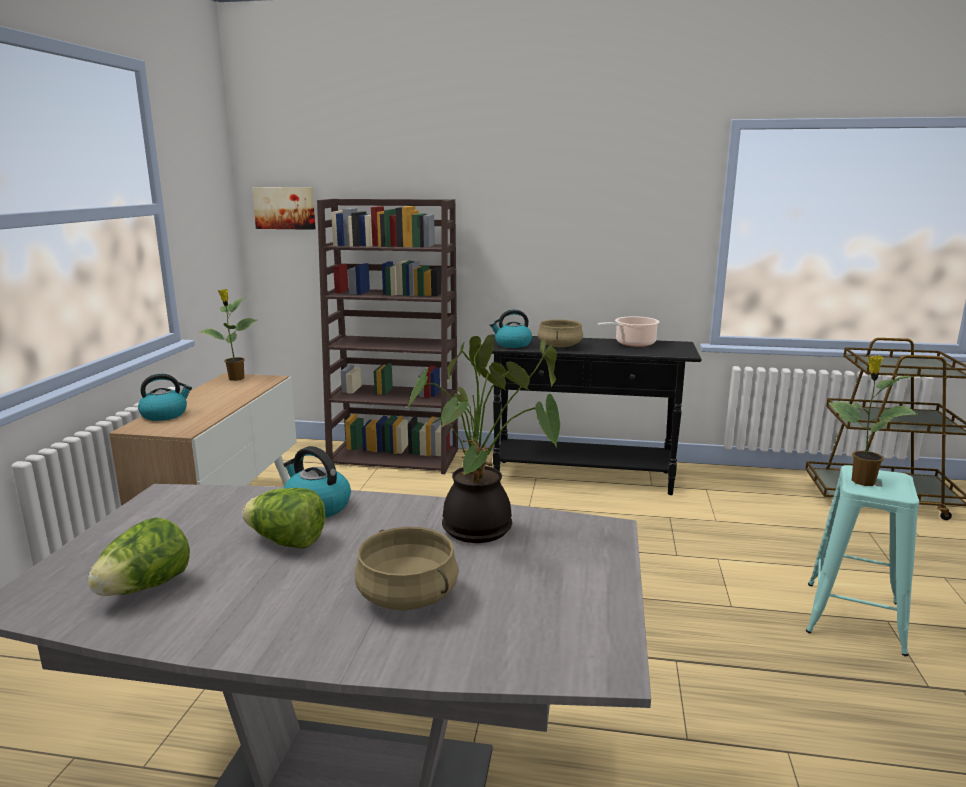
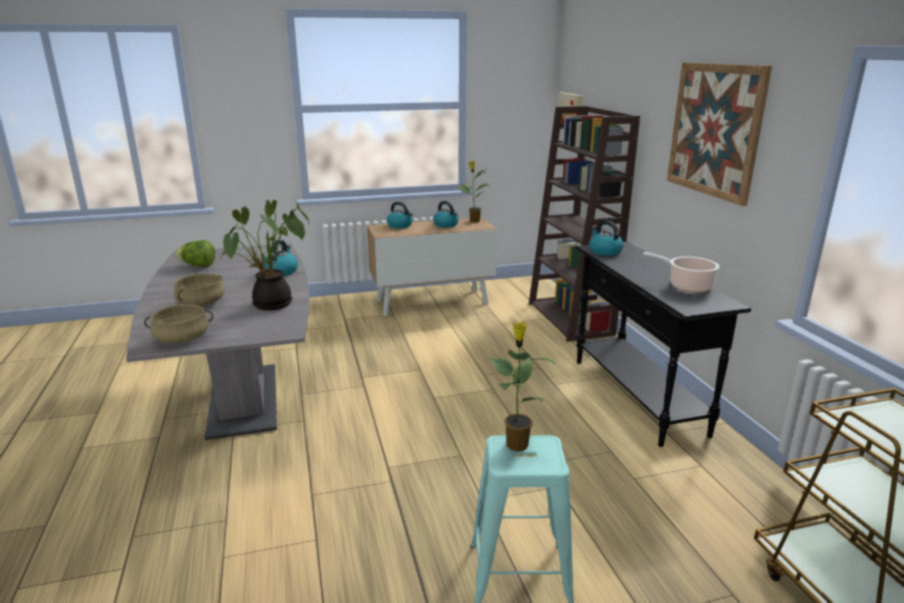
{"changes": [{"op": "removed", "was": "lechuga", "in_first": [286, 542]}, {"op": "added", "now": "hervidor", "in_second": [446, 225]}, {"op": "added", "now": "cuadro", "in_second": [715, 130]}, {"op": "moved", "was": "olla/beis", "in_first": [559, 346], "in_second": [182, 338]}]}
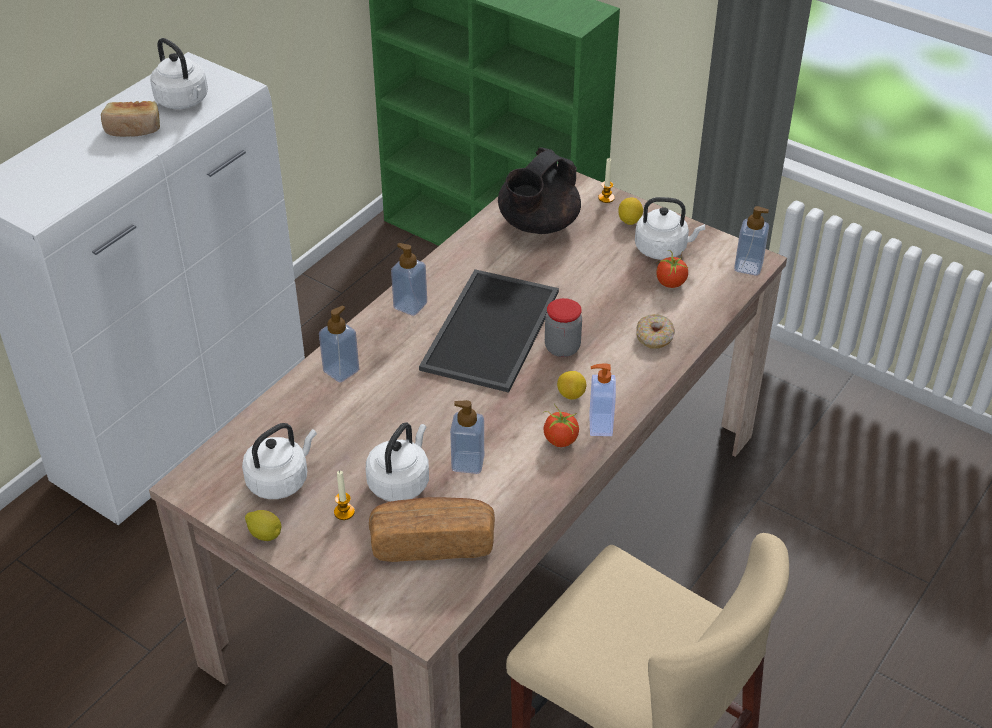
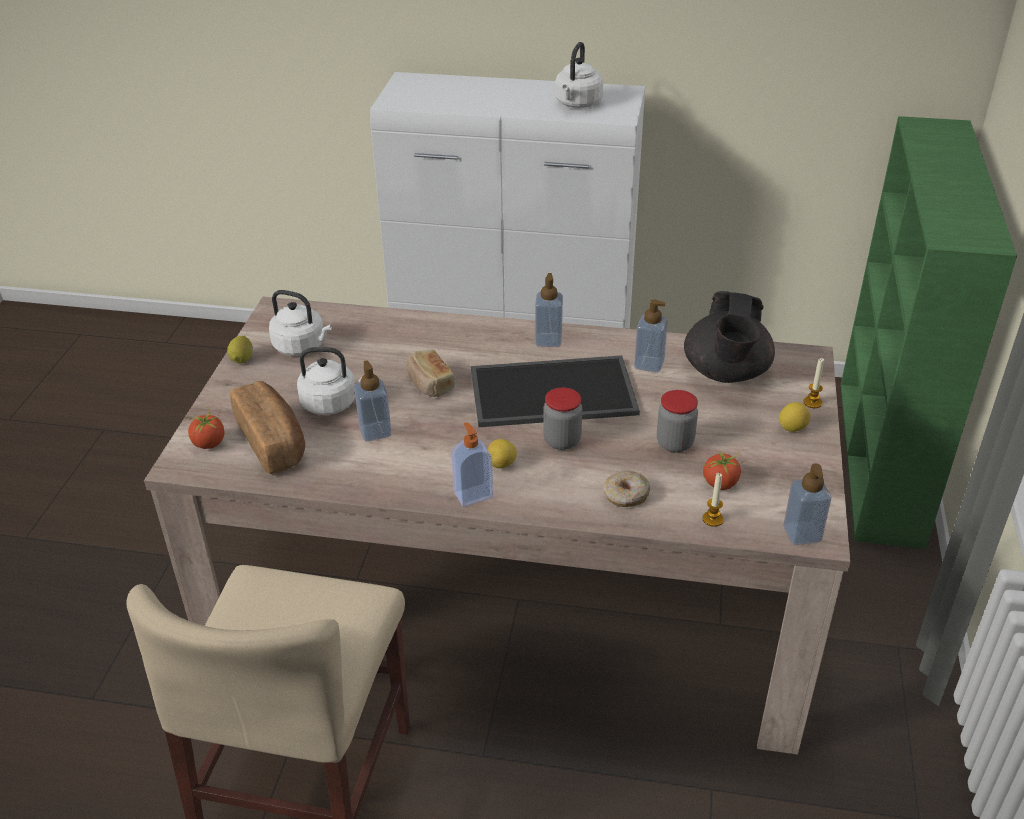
{"changes": [{"op": "removed", "was": "hervidor/blanco", "in_first": [663, 249]}, {"op": "added", "now": "tarro", "in_second": [674, 443]}, {"op": "moved", "was": "pan", "in_first": [133, 129], "in_second": [429, 383]}, {"op": "moved", "was": "dispensador de jabón", "in_first": [341, 371], "in_second": [649, 364]}, {"op": "moved", "was": "vela", "in_first": [344, 512], "in_second": [712, 519]}, {"op": "moved", "was": "tomate", "in_first": [560, 440], "in_second": [209, 443]}, {"op": "turned", "was": "tetera/negro", "in_first": [537, 224], "in_second": [726, 373], "clockwise": -90}]}
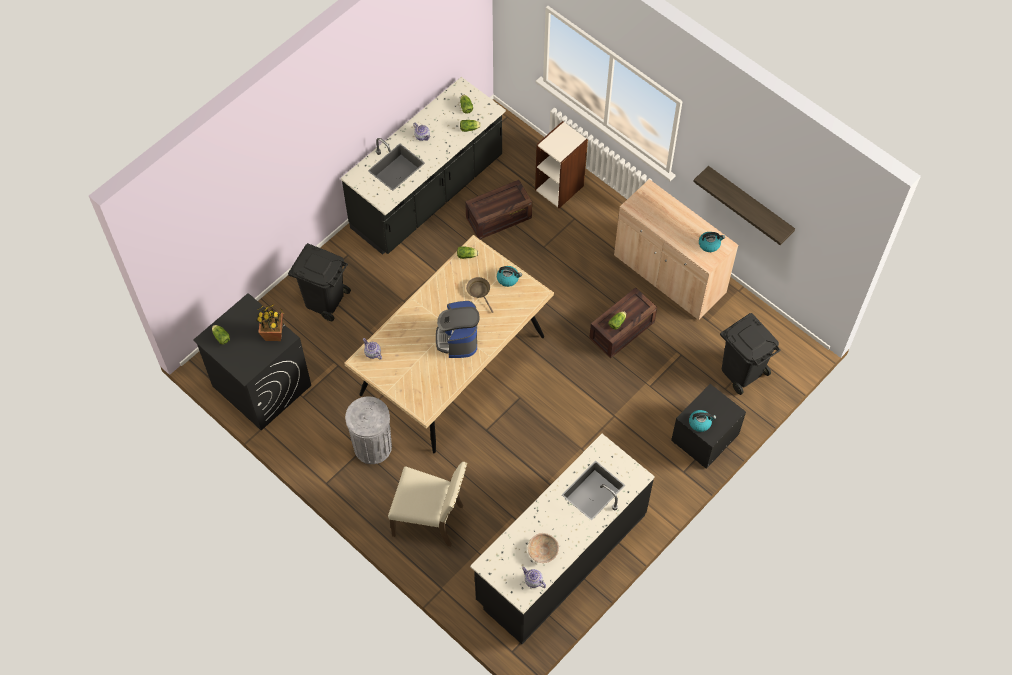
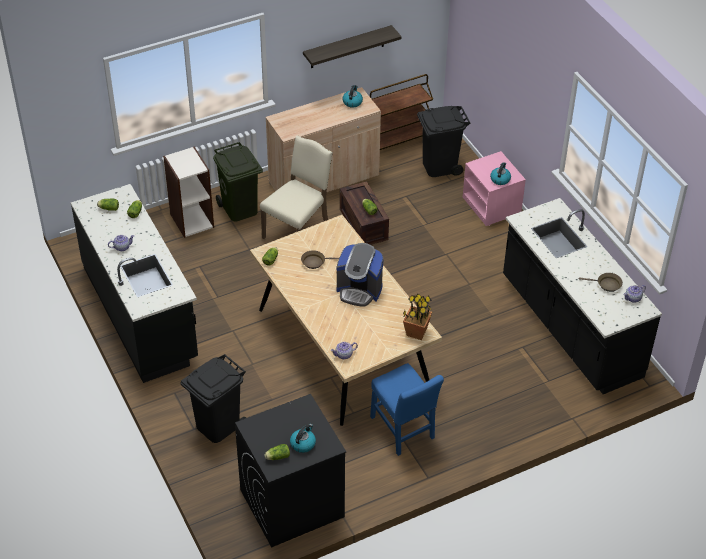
{"changes": [{"op": "removed", "was": "caja de embalaje", "in_first": [498, 219]}, {"op": "added", "now": "papelera/verde", "in_second": [239, 209]}, {"op": "added", "now": "carrito/marrón", "in_second": [396, 140]}, {"op": "moved", "was": "planta en maceta", "in_first": [273, 334], "in_second": [416, 332]}, {"op": "moved", "was": "silla/beis", "in_first": [430, 519], "in_second": [298, 231]}, {"op": "moved", "was": "hervidor", "in_first": [508, 278], "in_second": [303, 443]}, {"op": "replaced", "was": "papelera/gris", "now": "silla/azul", "in_first": [372, 447], "in_second": [403, 430]}, {"op": "replaced", "was": "cuenco/beis", "now": "sartén/marrón", "in_first": [542, 551], "in_second": [606, 284]}, {"op": "recoloured", "was": "mesita de noche/negro", "now": "mesita de noche/rosa", "in_first": [705, 438], "in_second": [492, 206]}]}
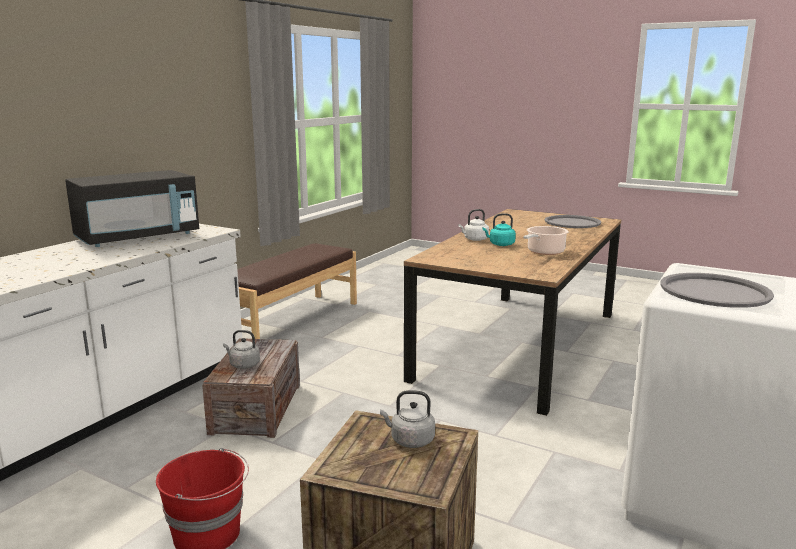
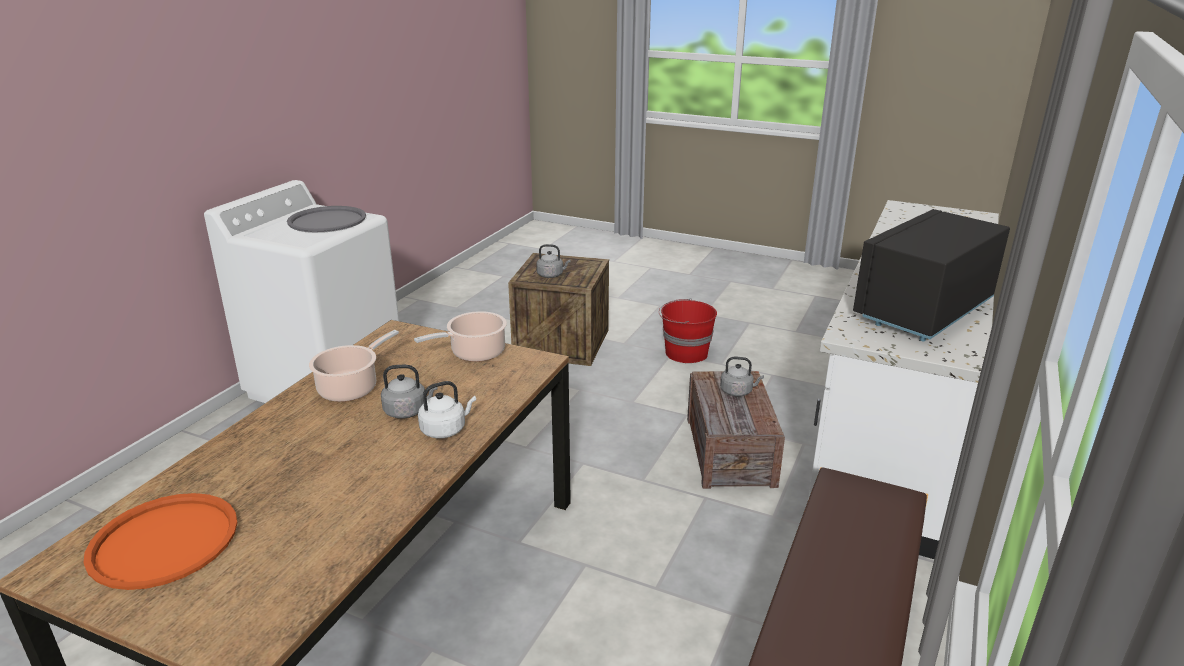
{"changes": [{"op": "added", "now": "olla", "in_second": [474, 353]}, {"op": "recoloured", "was": "hervidor/turquesa", "now": "hervidor/gris", "in_first": [500, 244], "in_second": [408, 411]}, {"op": "recoloured", "was": "bandeja/gris", "now": "bandeja/naranja", "in_first": [572, 223], "in_second": [164, 541]}]}
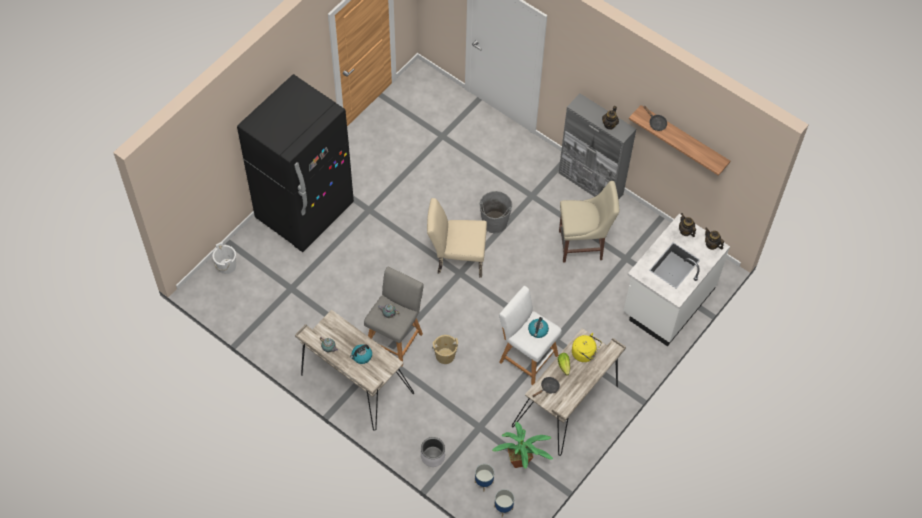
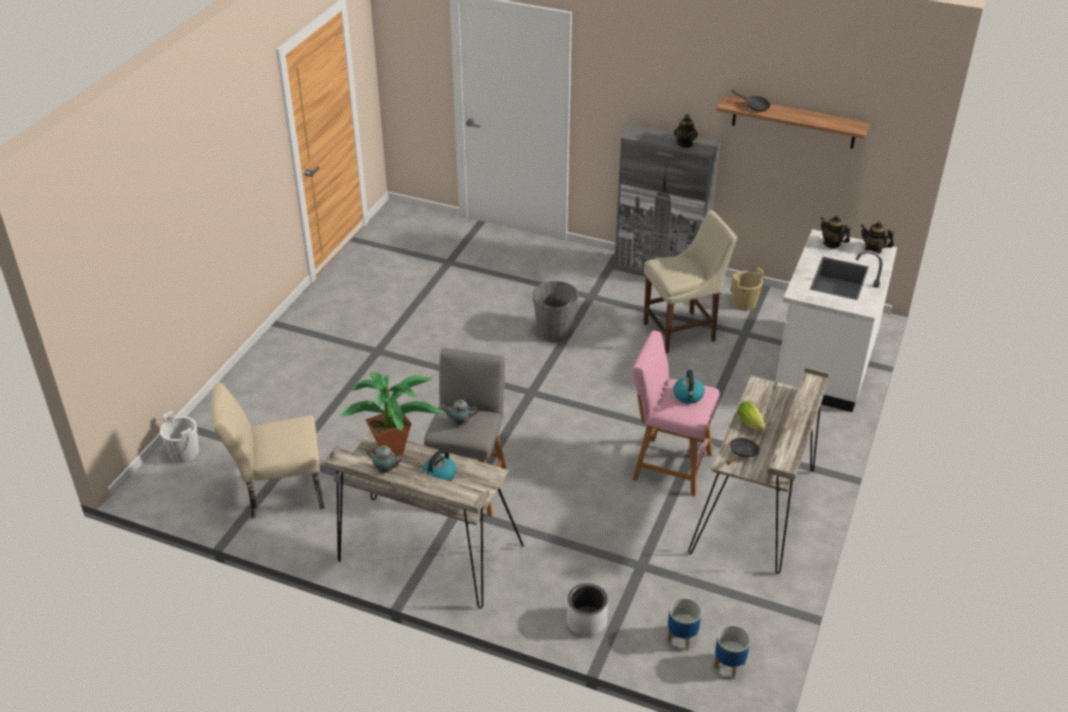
{"changes": [{"op": "removed", "was": "nevera/negro", "in_first": [305, 211]}, {"op": "removed", "was": "hervidor/amarillo", "in_first": [585, 353]}, {"op": "moved", "was": "silla/beis", "in_first": [456, 258], "in_second": [278, 492]}, {"op": "moved", "was": "cubo/beis", "in_first": [445, 355], "in_second": [744, 303]}, {"op": "moved", "was": "planta en maceta", "in_first": [522, 463], "in_second": [397, 451]}, {"op": "recoloured", "was": "taburete/blanco", "now": "taburete/rosa", "in_first": [526, 357], "in_second": [668, 465]}]}
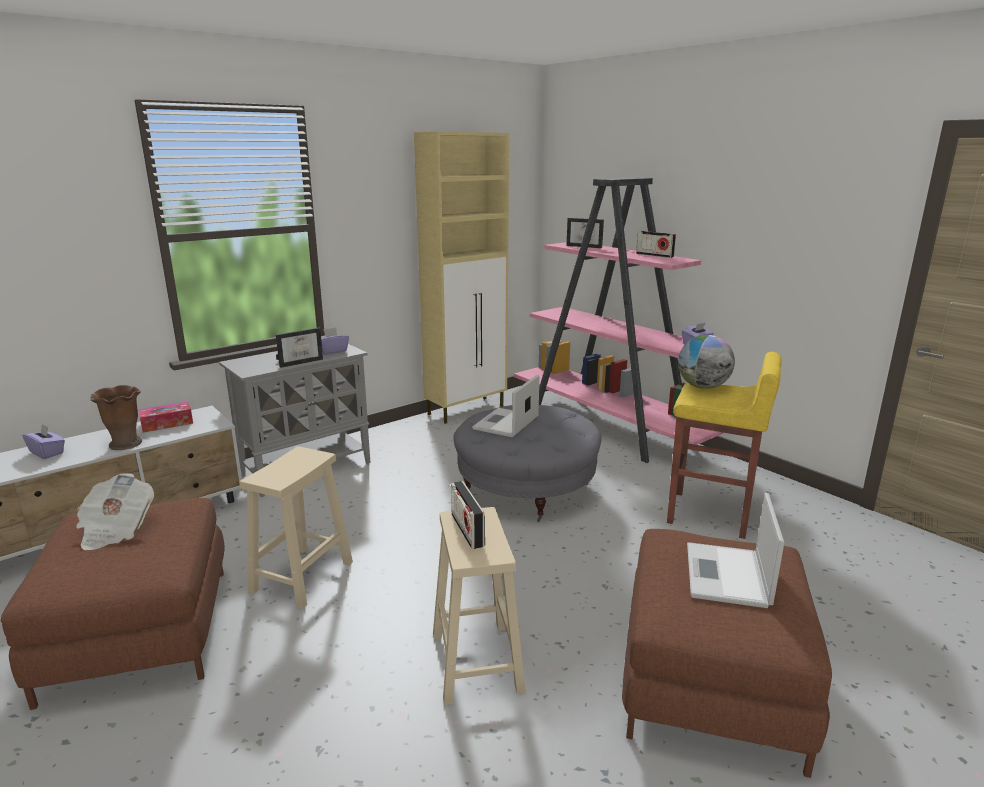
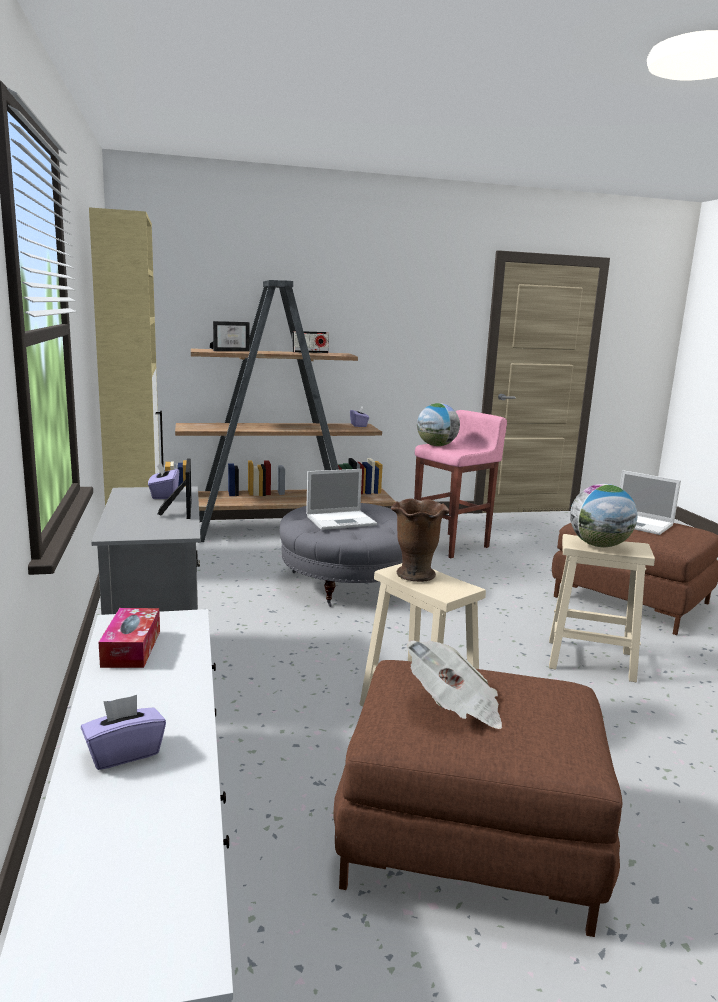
{"changes": [{"op": "moved", "was": "florero/marrón", "in_first": [126, 444], "in_second": [415, 574]}, {"op": "replaced", "was": "radio", "now": "globo terráqueo", "in_first": [467, 530], "in_second": [599, 545]}, {"op": "recoloured", "was": "estantería/rosa", "now": "estantería/marrón", "in_first": [610, 428], "in_second": [277, 529]}, {"op": "recoloured", "was": "taburete/amarillo", "now": "taburete/rosa", "in_first": [710, 515], "in_second": [452, 545]}, {"op": "turned", "was": "portátil", "in_first": [505, 424], "in_second": [342, 520], "clockwise": -75}]}
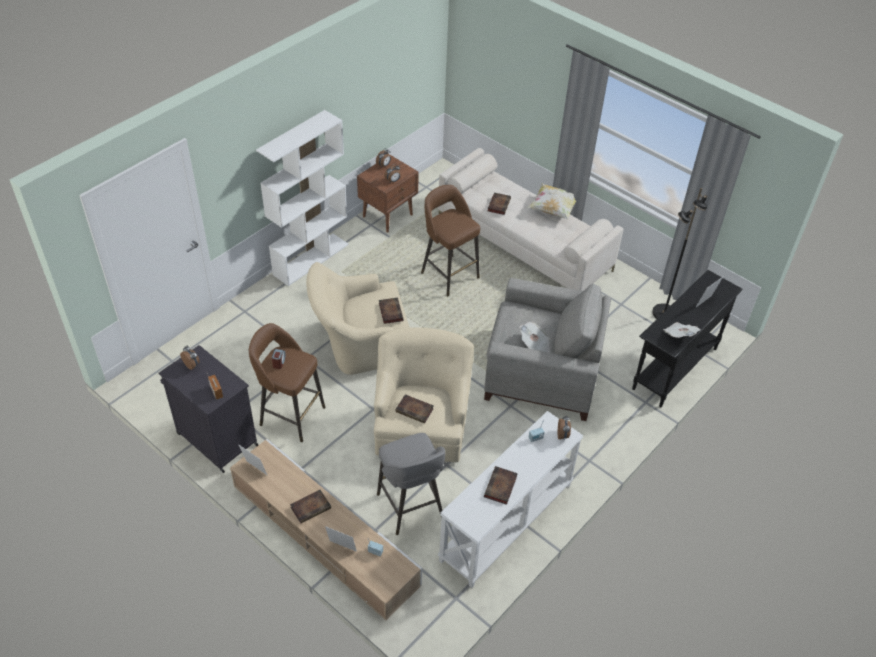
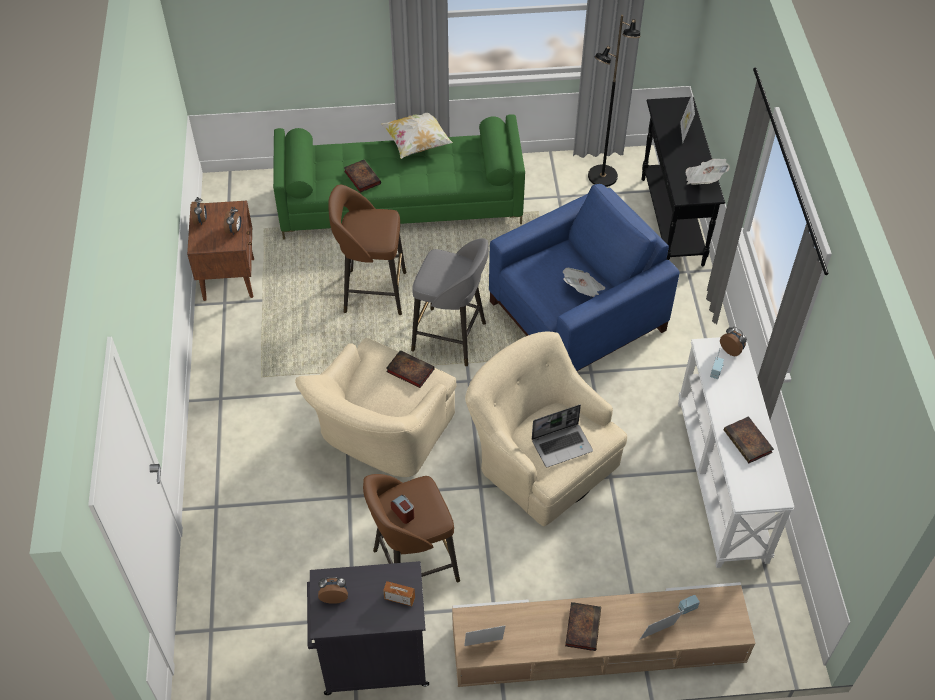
{"changes": [{"op": "removed", "was": "estantería/blanco", "in_first": [311, 259]}, {"op": "moved", "was": "taburete/gris", "in_first": [411, 507], "in_second": [451, 338]}, {"op": "replaced", "was": "libro", "now": "portátil", "in_first": [415, 410], "in_second": [562, 445]}, {"op": "recoloured", "was": "sofá/beis", "now": "sofá/verde", "in_first": [524, 243], "in_second": [401, 203]}, {"op": "recoloured", "was": "sillón/gris", "now": "sillón/azul", "in_first": [541, 372], "in_second": [575, 317]}]}
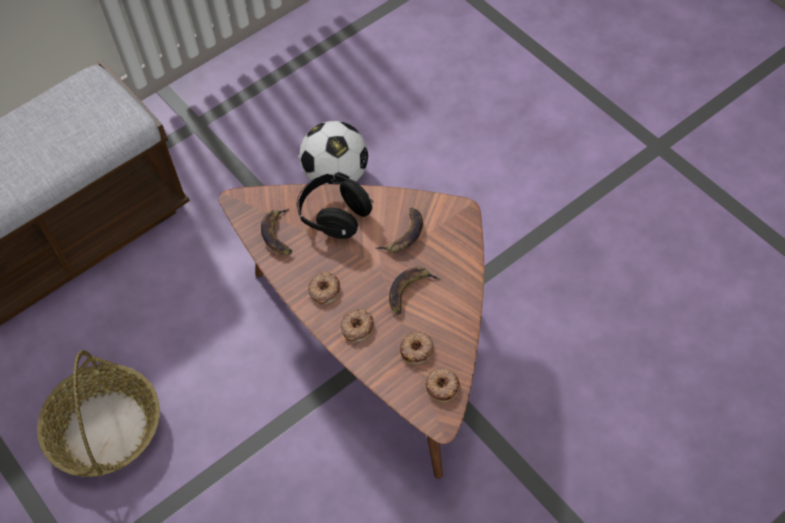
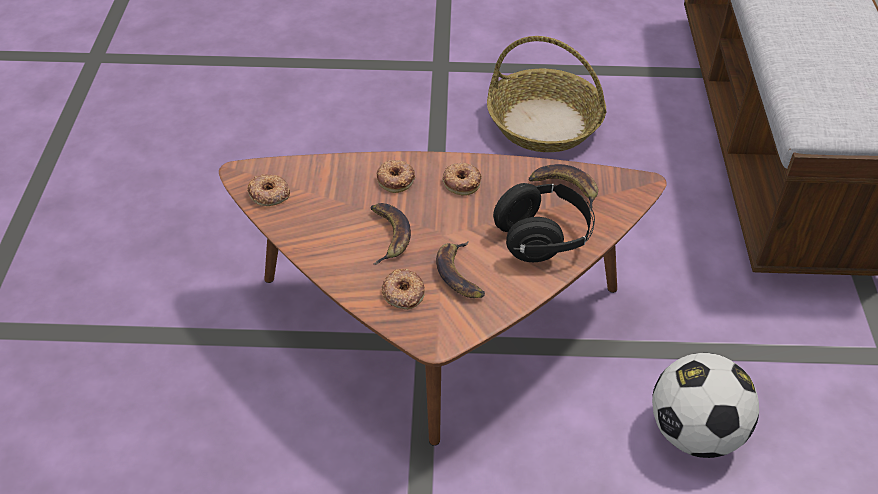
{"changes": [{"op": "moved", "was": "rosquilla", "in_first": [417, 350], "in_second": [403, 293]}]}
